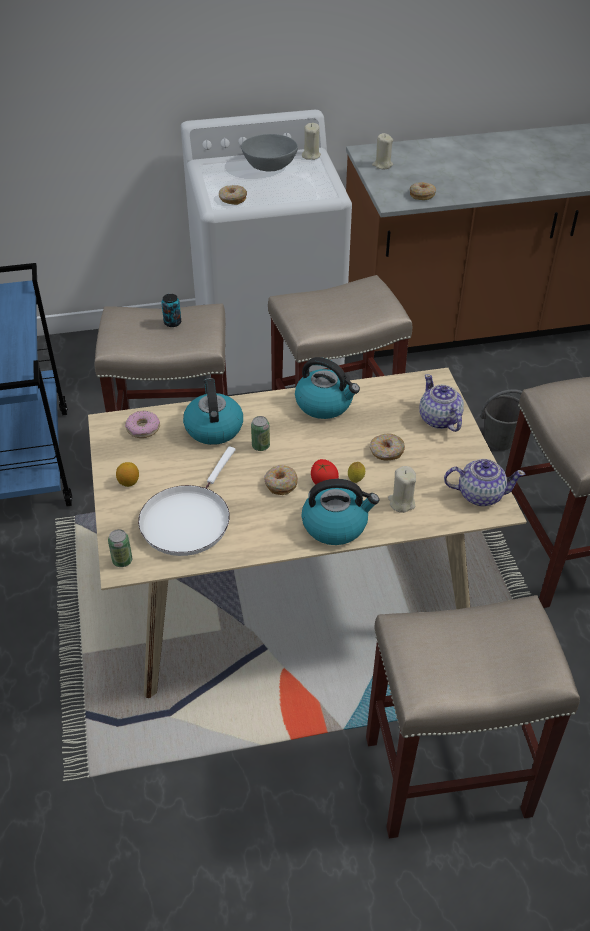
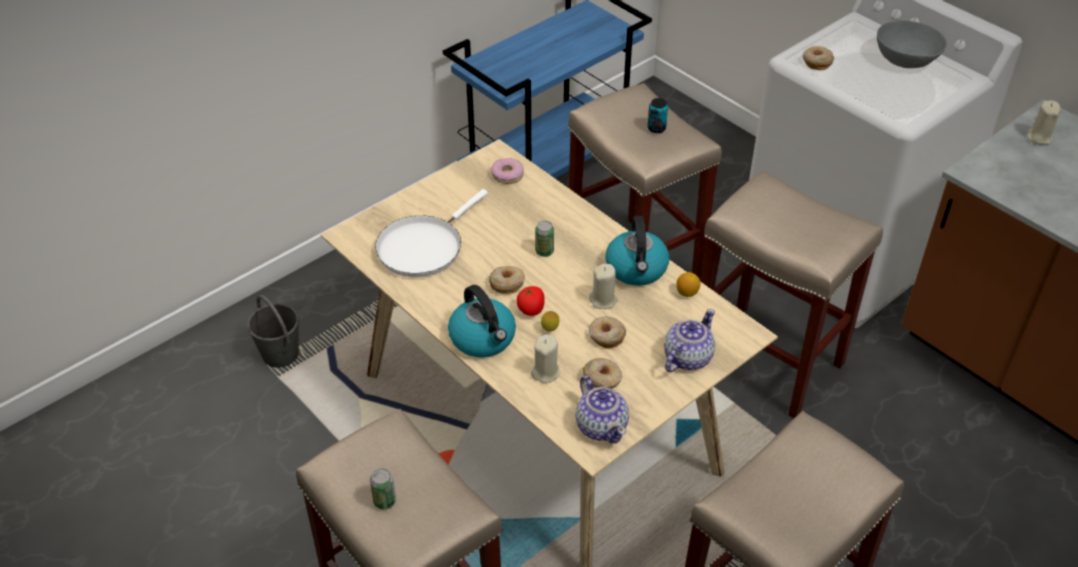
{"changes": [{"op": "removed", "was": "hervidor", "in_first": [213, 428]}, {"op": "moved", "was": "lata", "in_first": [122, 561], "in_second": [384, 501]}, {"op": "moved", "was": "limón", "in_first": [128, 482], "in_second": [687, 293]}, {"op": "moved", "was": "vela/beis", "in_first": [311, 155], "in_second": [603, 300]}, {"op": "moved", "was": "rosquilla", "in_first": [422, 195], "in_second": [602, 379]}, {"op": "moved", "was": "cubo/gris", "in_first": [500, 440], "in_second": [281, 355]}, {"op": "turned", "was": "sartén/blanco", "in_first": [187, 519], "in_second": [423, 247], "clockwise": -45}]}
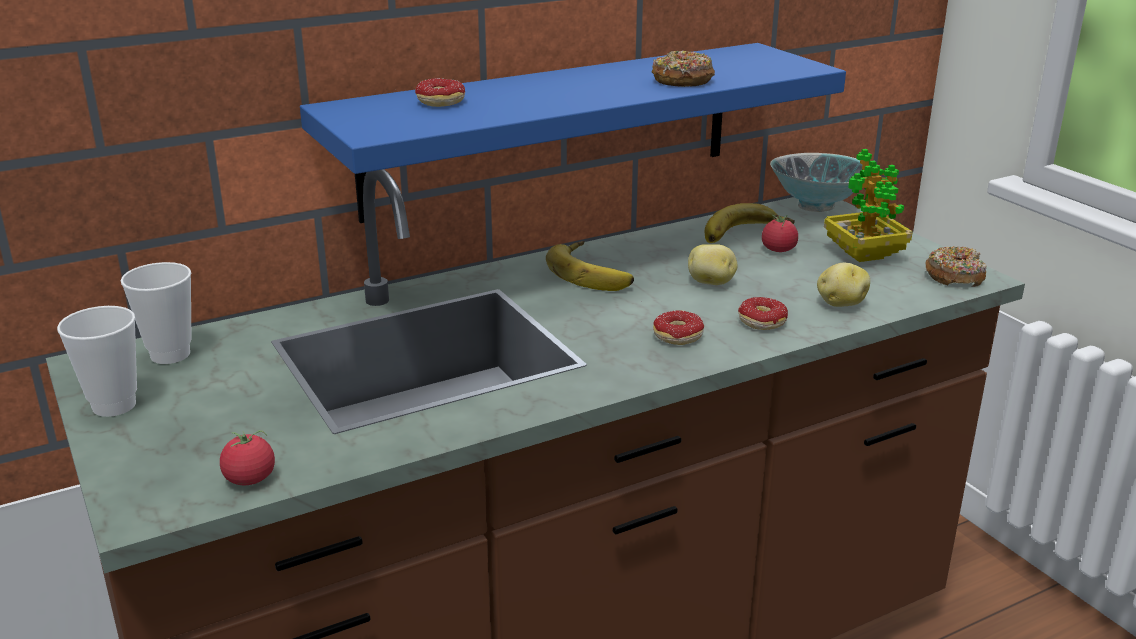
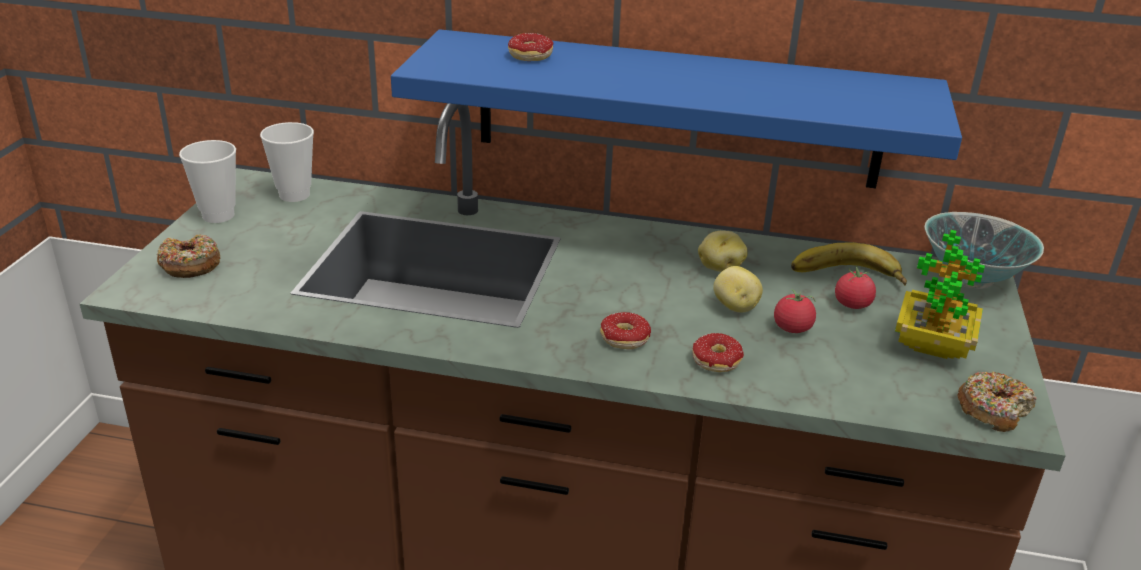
{"changes": [{"op": "removed", "was": "plátano", "in_first": [594, 272]}, {"op": "moved", "was": "tomate", "in_first": [250, 479], "in_second": [792, 328]}, {"op": "moved", "was": "rosquilla", "in_first": [682, 80], "in_second": [190, 265]}, {"op": "moved", "was": "patata", "in_first": [840, 303], "in_second": [719, 268]}]}
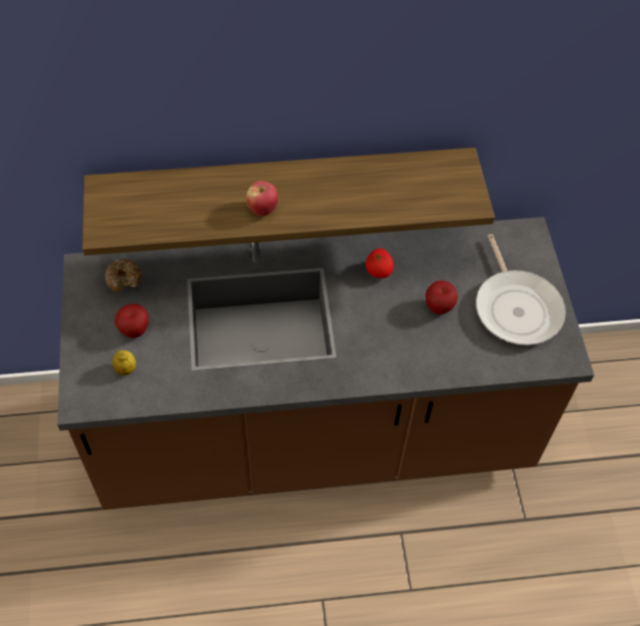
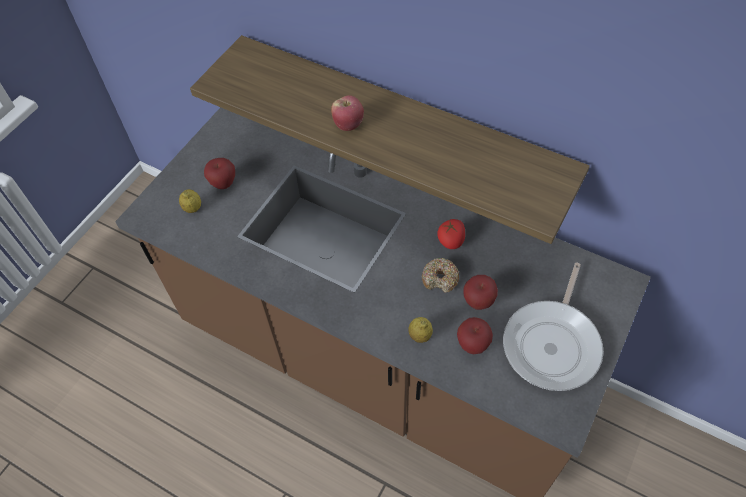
{"changes": [{"op": "added", "now": "limón", "in_second": [420, 336]}, {"op": "added", "now": "manzana", "in_second": [472, 345]}, {"op": "moved", "was": "rosquilla", "in_first": [124, 278], "in_second": [440, 279]}]}
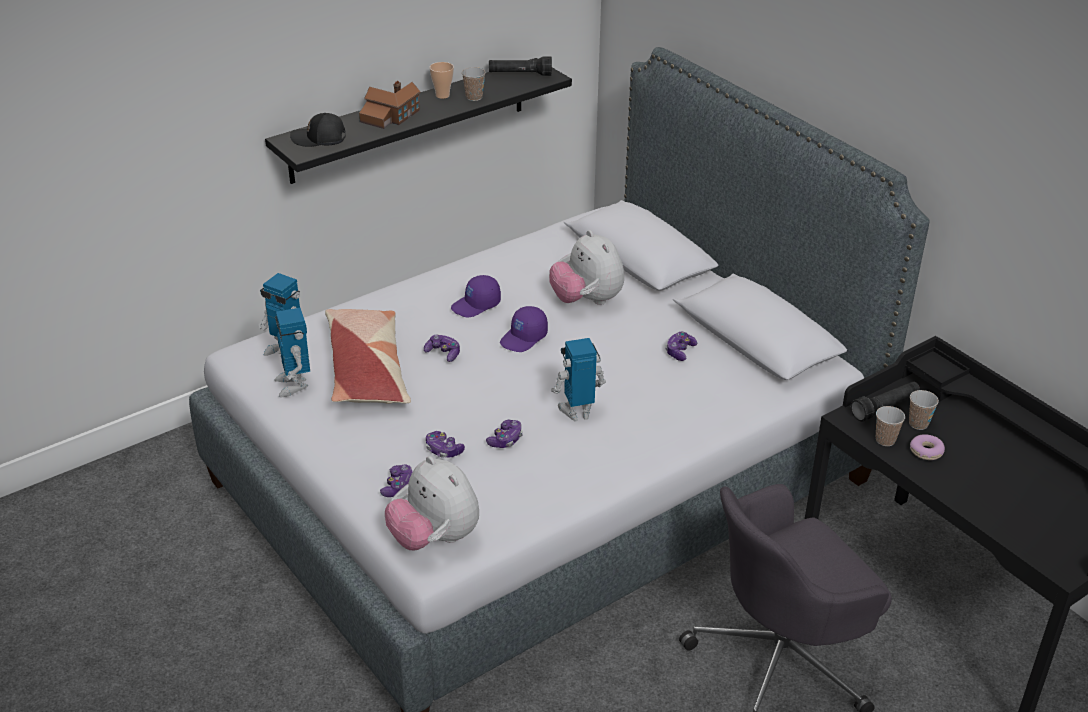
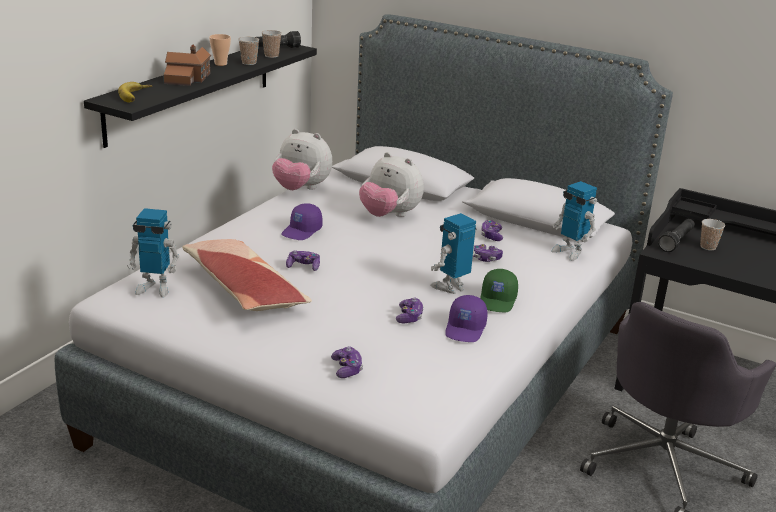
{"changes": [{"op": "removed", "was": "rosquilla", "in_first": [926, 452]}, {"op": "added", "now": "gorra/verde", "in_second": [498, 301]}, {"op": "moved", "was": "robot de juguete", "in_first": [294, 385], "in_second": [570, 252]}, {"op": "moved", "was": "peluche", "in_first": [434, 538], "in_second": [301, 189]}, {"op": "moved", "was": "mando de consola", "in_first": [443, 450], "in_second": [485, 258]}, {"op": "moved", "was": "gorra/morado", "in_first": [524, 338], "in_second": [466, 329]}, {"op": "moved", "was": "taza", "in_first": [885, 440], "in_second": [271, 55]}, {"op": "replaced", "was": "gorra/negro", "now": "plátano", "in_first": [319, 139], "in_second": [137, 96]}]}
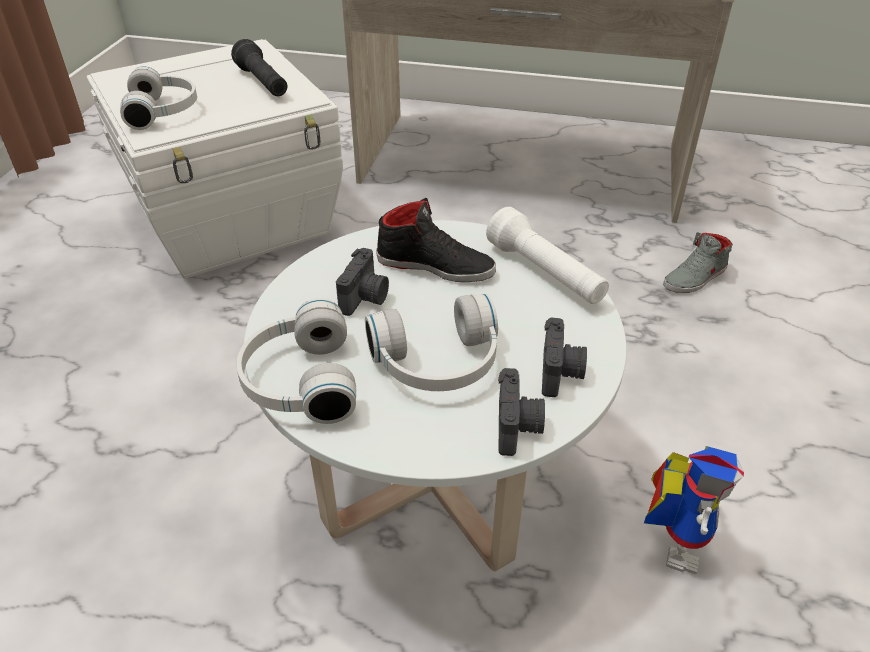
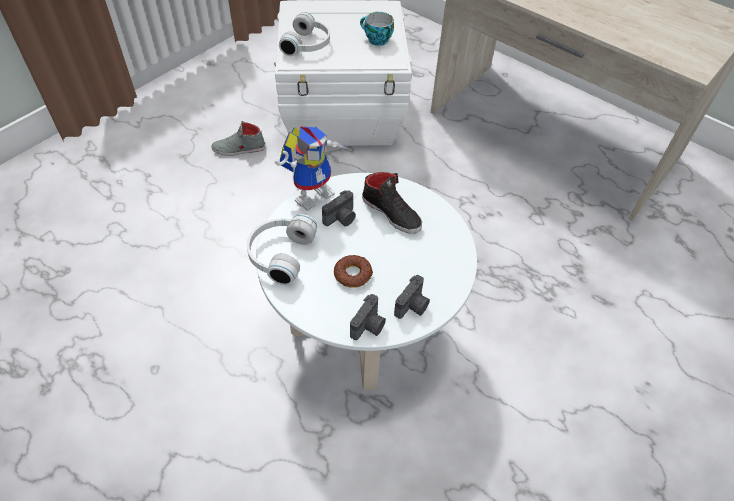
{"changes": [{"op": "removed", "was": "linterna/blanco", "in_first": [545, 273]}, {"op": "moved", "was": "robot de juguete", "in_first": [674, 538], "in_second": [313, 192]}, {"op": "moved", "was": "zapato/gris", "in_first": [695, 278], "in_second": [239, 149]}, {"op": "replaced", "was": "linterna/negro", "now": "taza", "in_first": [263, 83], "in_second": [376, 40]}, {"op": "replaced", "was": "auriculares/blanco", "now": "rosquilla", "in_first": [438, 364], "in_second": [353, 274]}]}
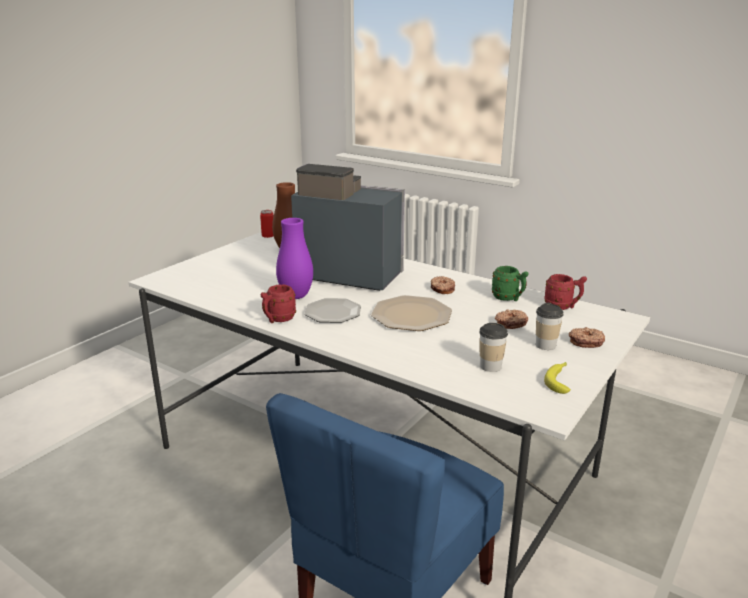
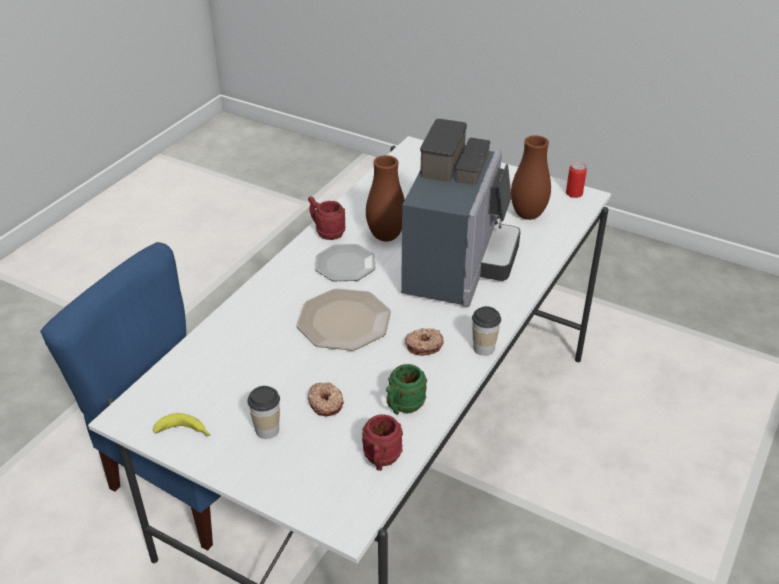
{"changes": [{"op": "removed", "was": "rosquilla", "in_first": [585, 342]}, {"op": "moved", "was": "taza", "in_first": [490, 366], "in_second": [483, 348]}, {"op": "recoloured", "was": "florero/morado", "now": "florero/marrón", "in_first": [296, 296], "in_second": [386, 236]}]}
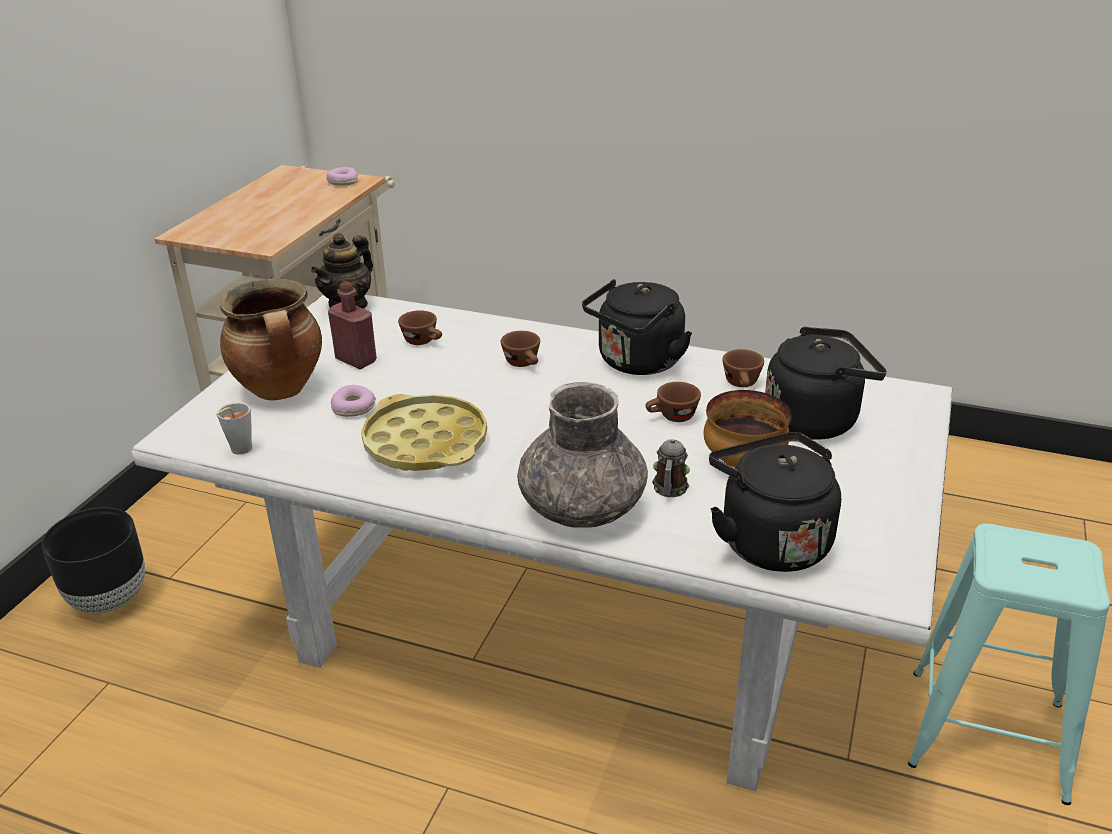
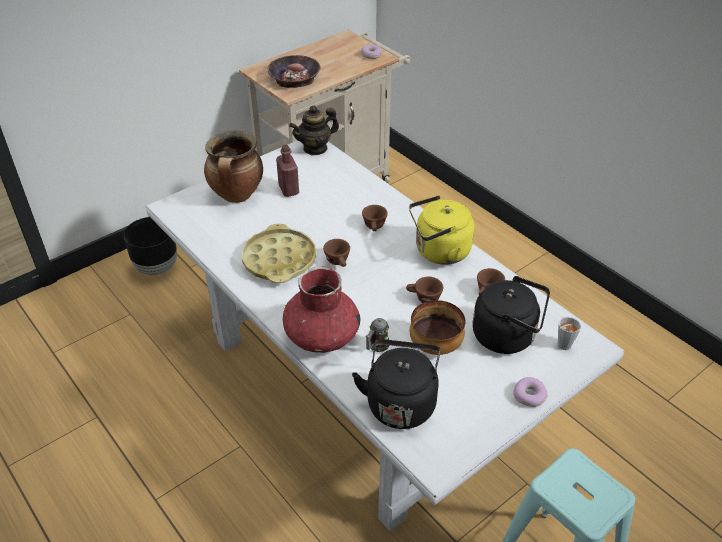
{"changes": [{"op": "added", "now": "cuenco", "in_second": [294, 78]}, {"op": "moved", "was": "taza/gris", "in_first": [238, 451], "in_second": [561, 346]}, {"op": "moved", "was": "rosquilla", "in_first": [354, 408], "in_second": [529, 396]}, {"op": "moved", "was": "taza/marrón", "in_first": [424, 341], "in_second": [339, 262]}, {"op": "recoloured", "was": "florero/gris", "now": "florero/rojo", "in_first": [582, 508], "in_second": [321, 336]}, {"op": "recoloured", "was": "hervidor/negro", "now": "hervidor/amarillo", "in_first": [637, 363], "in_second": [439, 252]}]}
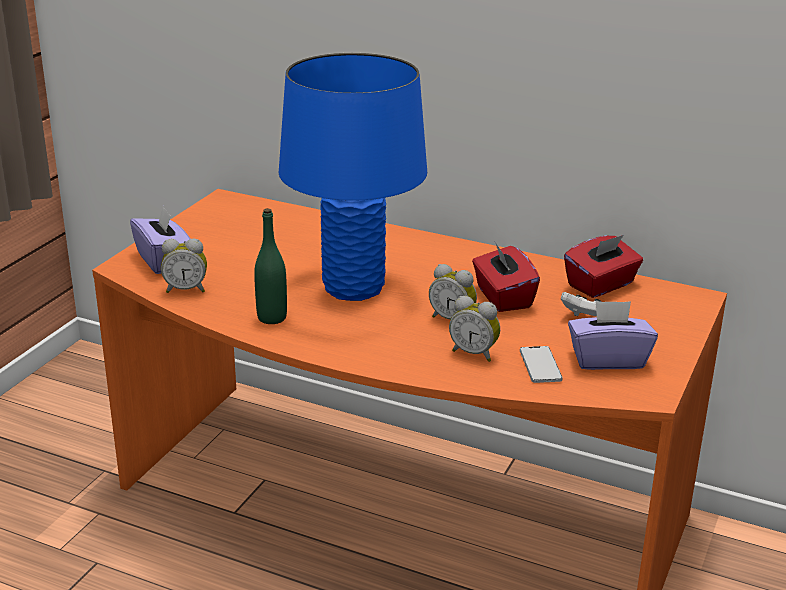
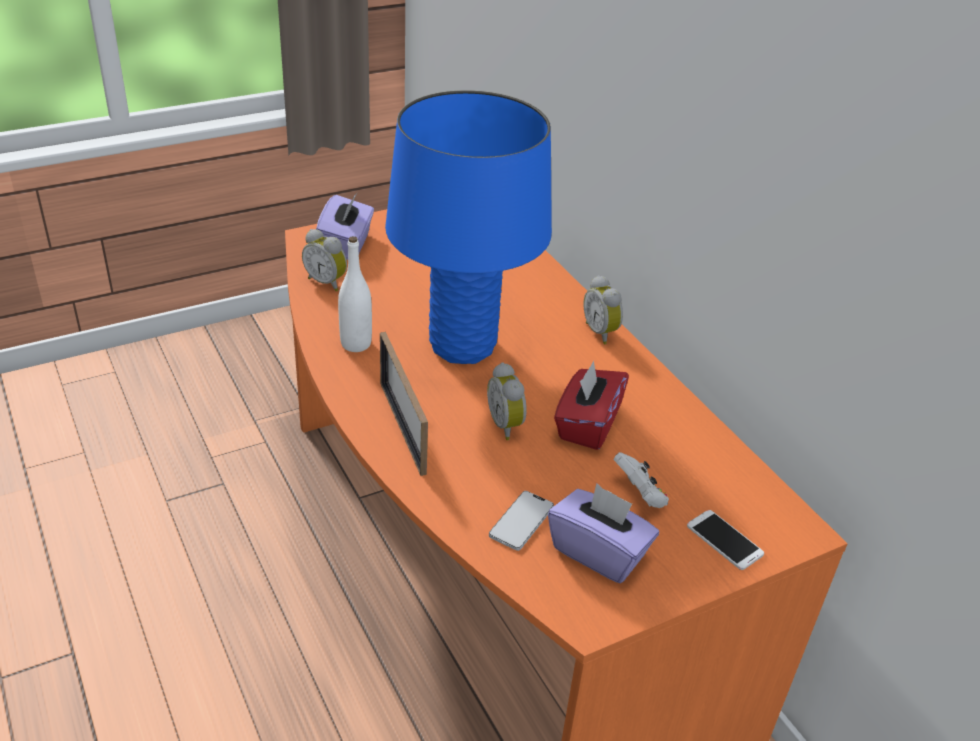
{"changes": [{"op": "removed", "was": "caja de pañuelos/rojo", "in_first": [601, 285]}, {"op": "added", "now": "portarretratos", "in_second": [402, 427]}, {"op": "added", "now": "móvil", "in_second": [724, 540]}, {"op": "moved", "was": "despertador", "in_first": [474, 353], "in_second": [602, 332]}, {"op": "recoloured", "was": "botella/verde", "now": "botella/blanco", "in_first": [272, 318], "in_second": [356, 344]}]}
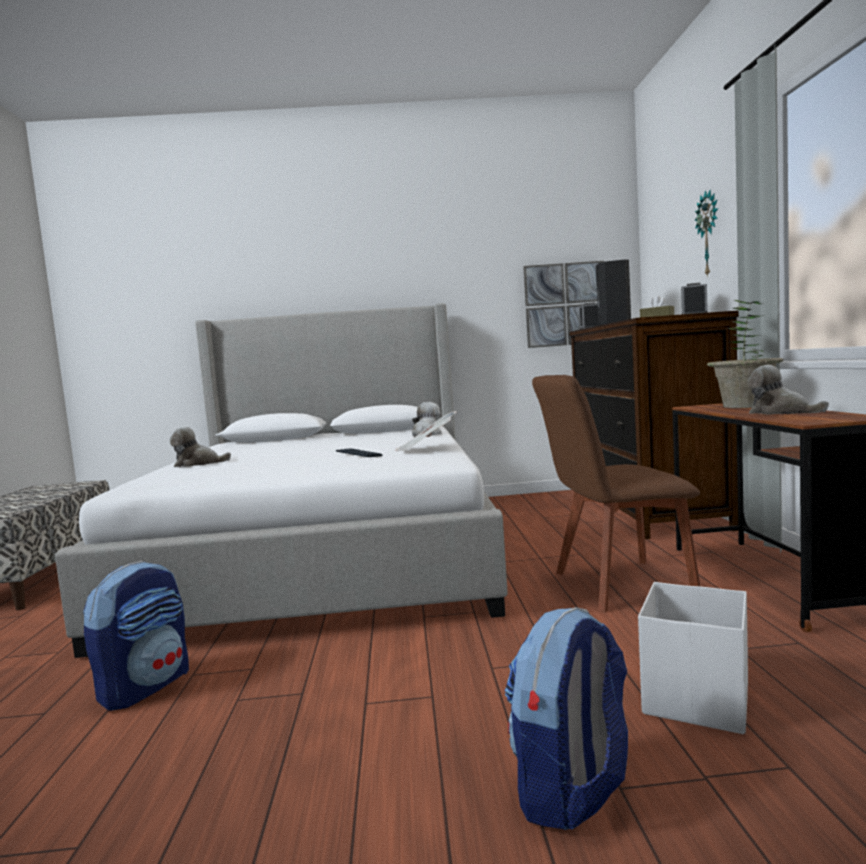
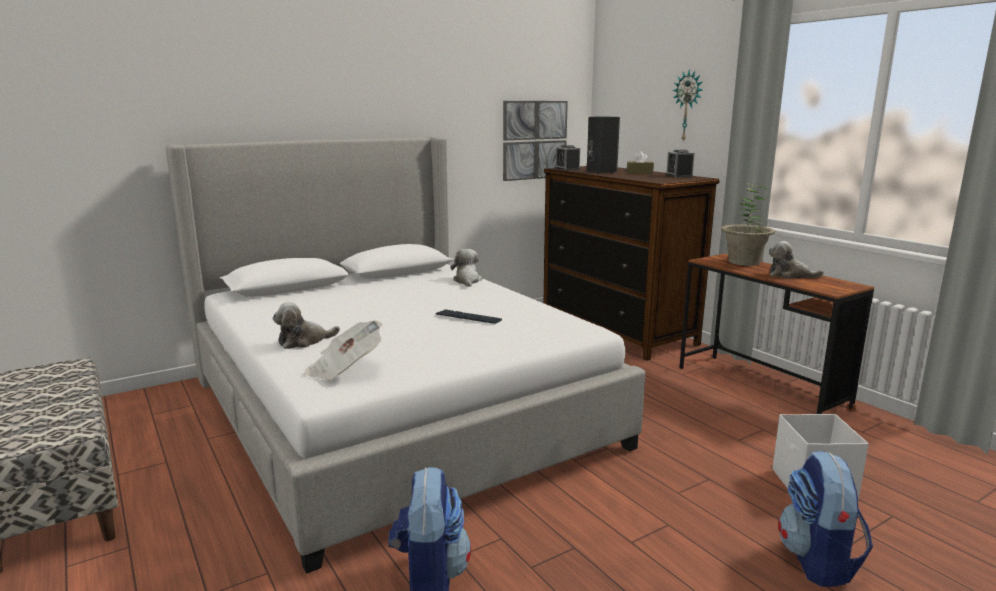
{"changes": [{"op": "removed", "was": "silla/marrón", "in_first": [616, 585]}, {"op": "moved", "was": "periódico", "in_first": [426, 449], "in_second": [345, 369]}]}
